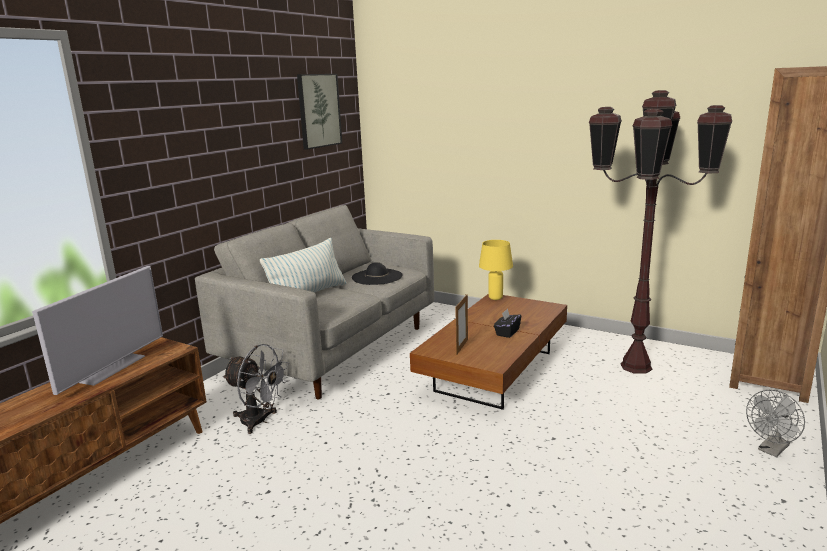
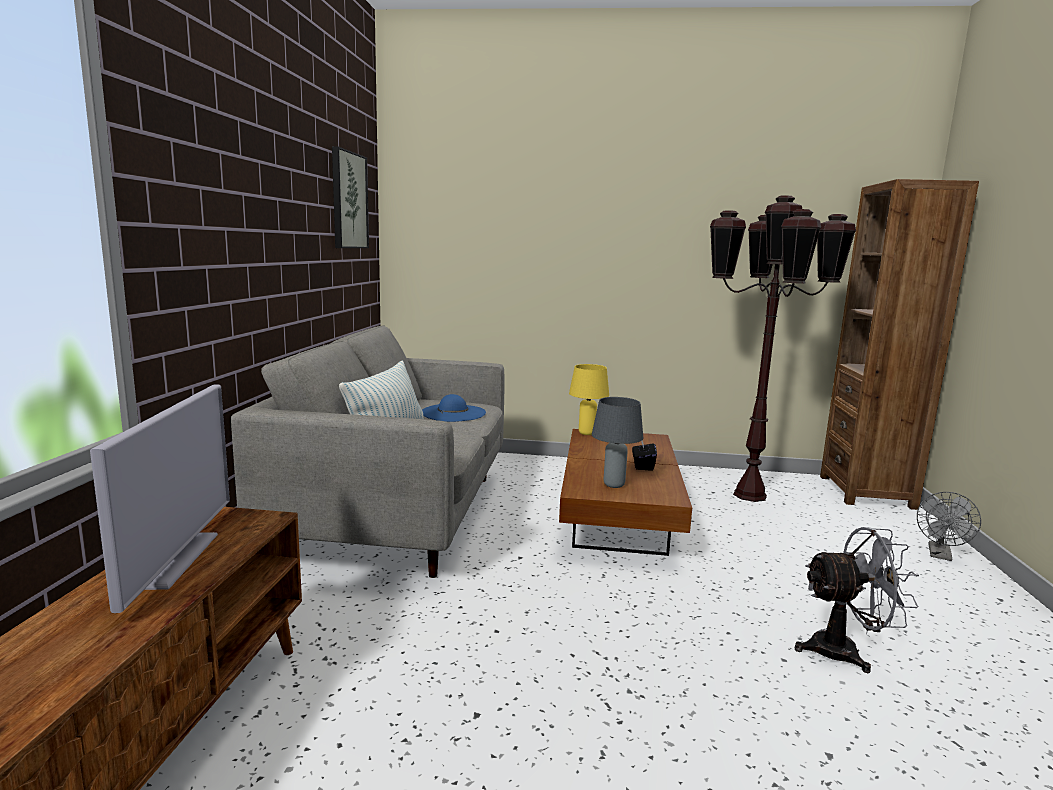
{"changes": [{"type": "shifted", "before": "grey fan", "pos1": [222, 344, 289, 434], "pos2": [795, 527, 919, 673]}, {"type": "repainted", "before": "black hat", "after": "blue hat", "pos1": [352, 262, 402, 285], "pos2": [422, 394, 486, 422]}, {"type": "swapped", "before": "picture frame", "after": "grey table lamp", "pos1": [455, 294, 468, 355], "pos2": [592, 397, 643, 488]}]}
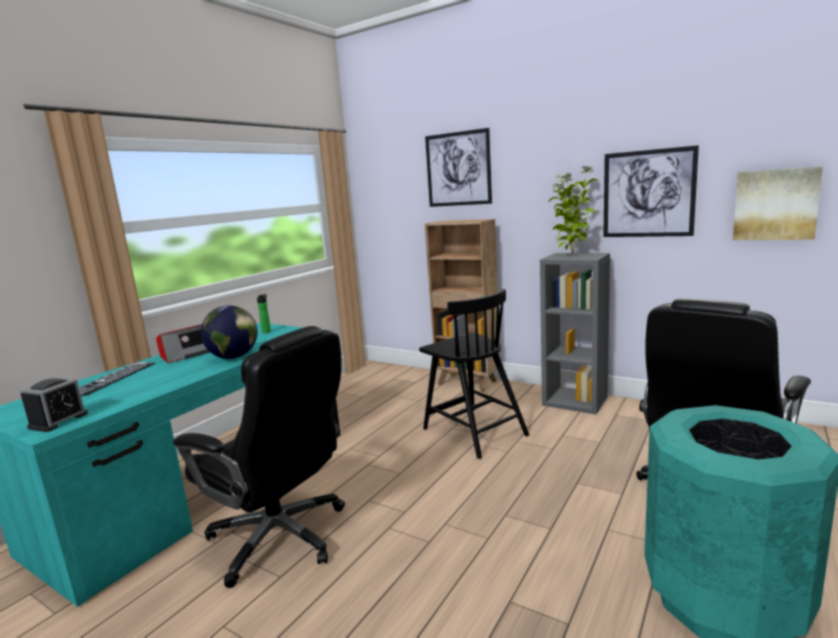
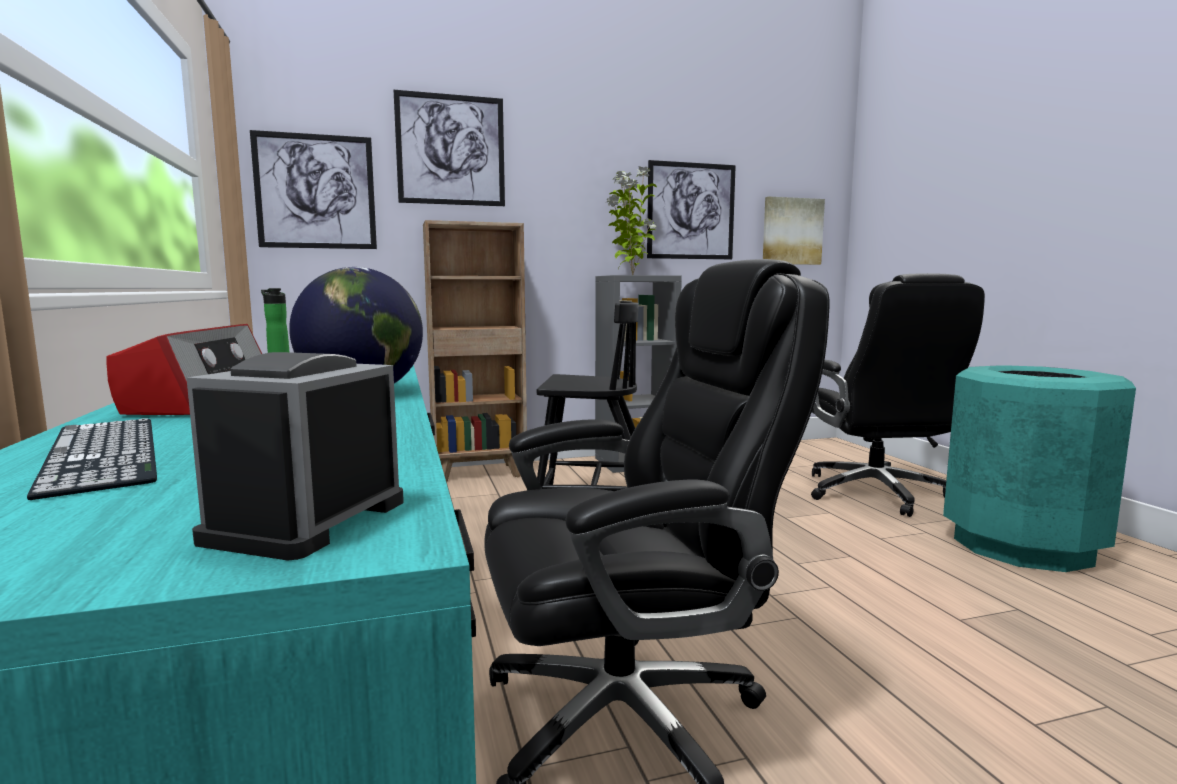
{"changes": [{"type": "rotated", "before": "alarm clock", "pos1": [21, 378, 88, 432], "pos2": [186, 352, 404, 560], "turn": -135}, {"type": "new", "after": "picture", "pos2": [250, 130, 377, 249]}]}
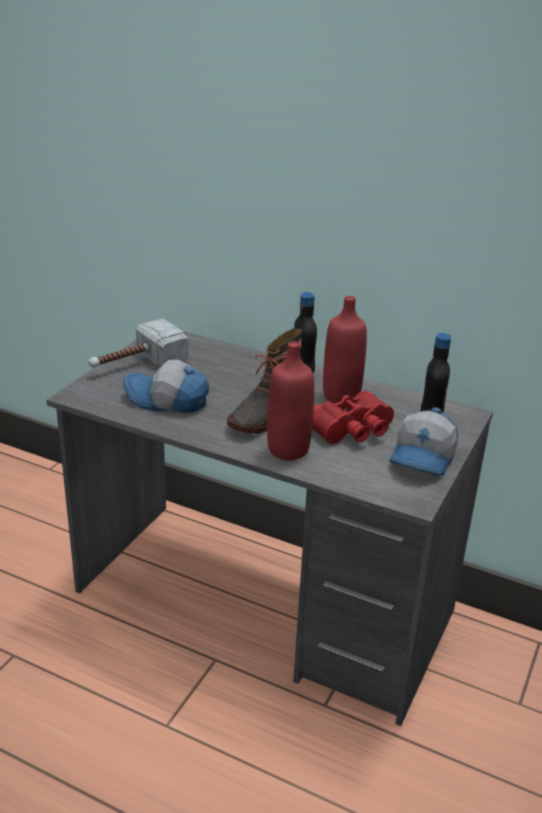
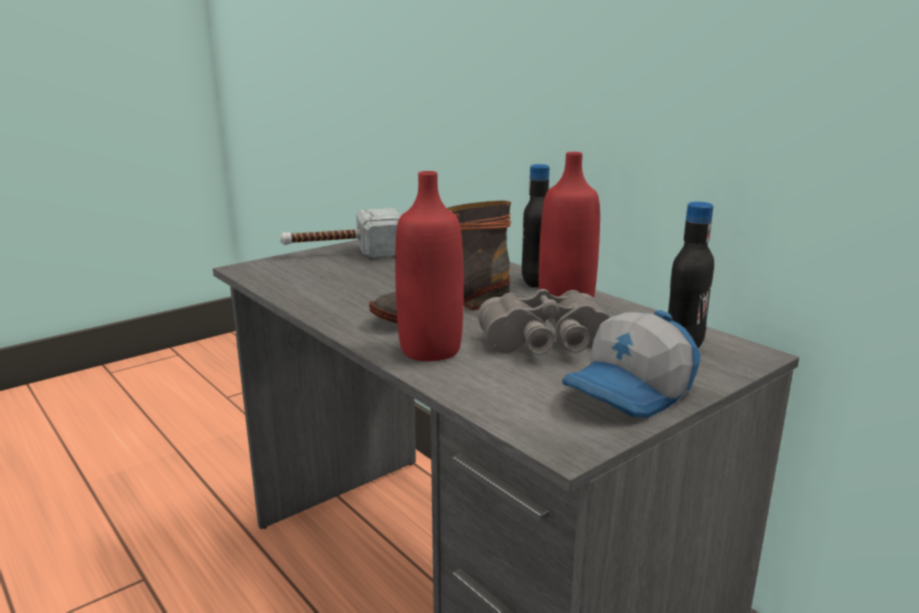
{"changes": [{"type": "gone", "before": "cap", "pos1": [123, 360, 209, 413]}, {"type": "repainted", "before": "red binoculars", "after": "grey binoculars", "pos1": [312, 391, 394, 444], "pos2": [478, 289, 610, 355]}]}
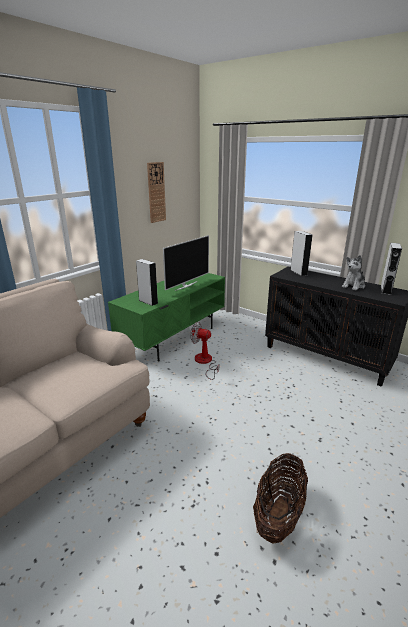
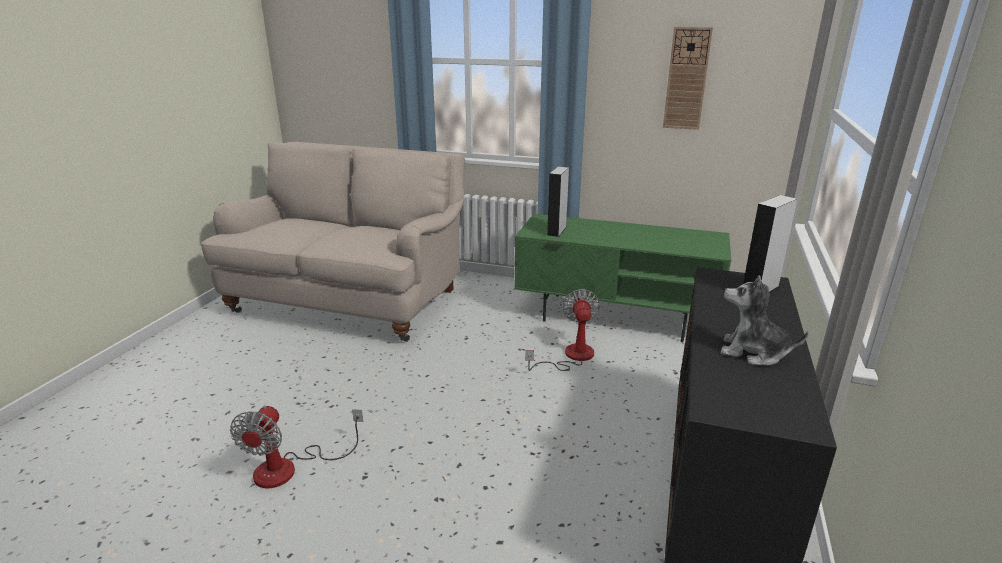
{"changes": [{"type": "gone", "before": "television", "pos1": [163, 235, 209, 291]}, {"type": "swapped", "before": "basket", "after": "fan", "pos1": [253, 453, 308, 544], "pos2": [230, 405, 363, 489]}, {"type": "gone", "before": "grey speaker", "pos1": [381, 243, 402, 295]}]}
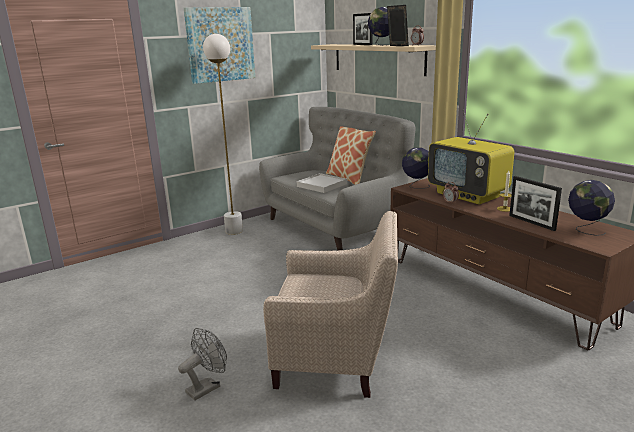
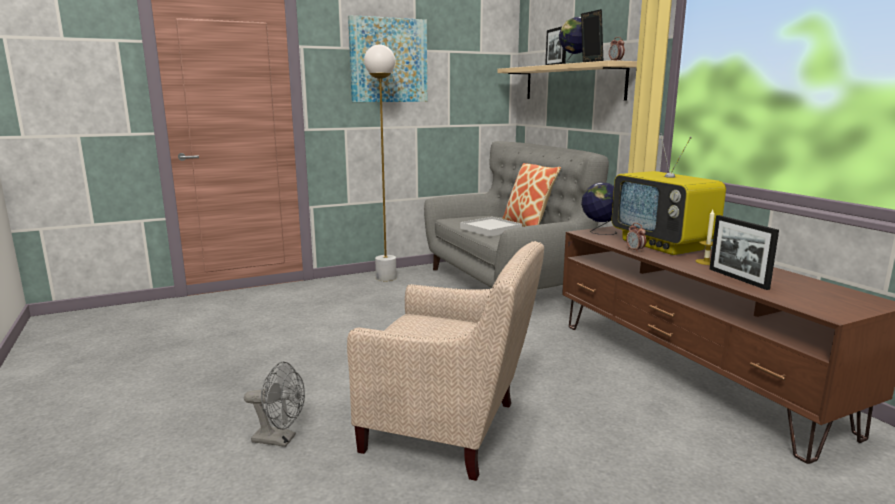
{"changes": [{"type": "rotated", "before": "grey fan", "pos1": [178, 328, 227, 401], "pos2": [244, 362, 305, 447], "turn": 45}, {"type": "gone", "before": "globe", "pos1": [568, 180, 615, 236]}]}
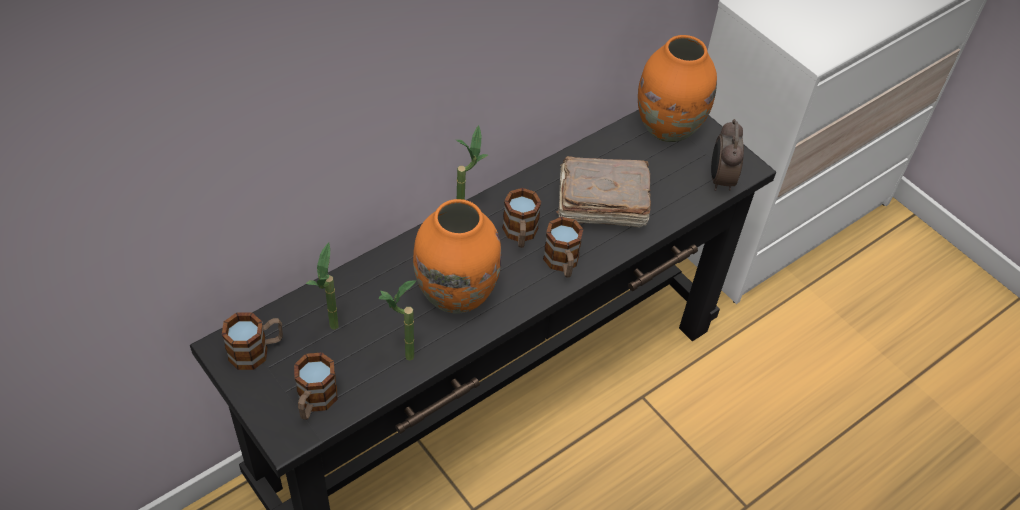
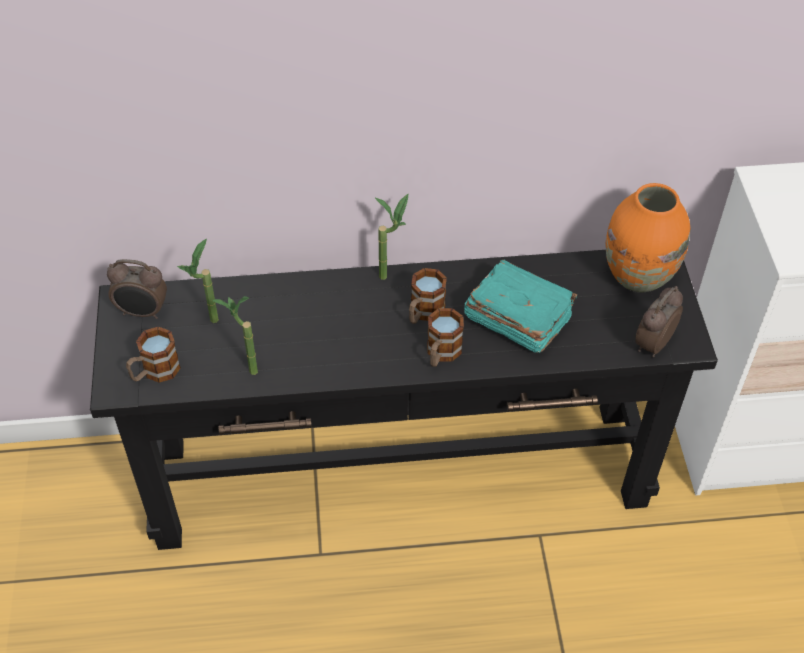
{"changes": [{"type": "swapped", "before": "mug", "after": "alarm clock", "pos1": [222, 312, 283, 370], "pos2": [107, 259, 167, 319]}, {"type": "gone", "before": "orange vase", "pos1": [413, 199, 502, 314]}, {"type": "repainted", "before": "brown book", "after": "turquoise book", "pos1": [556, 156, 651, 227], "pos2": [464, 260, 577, 353]}]}
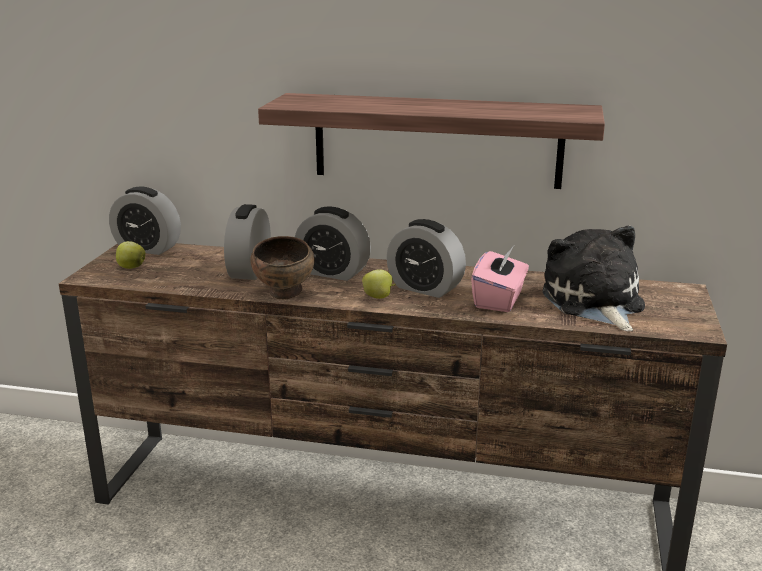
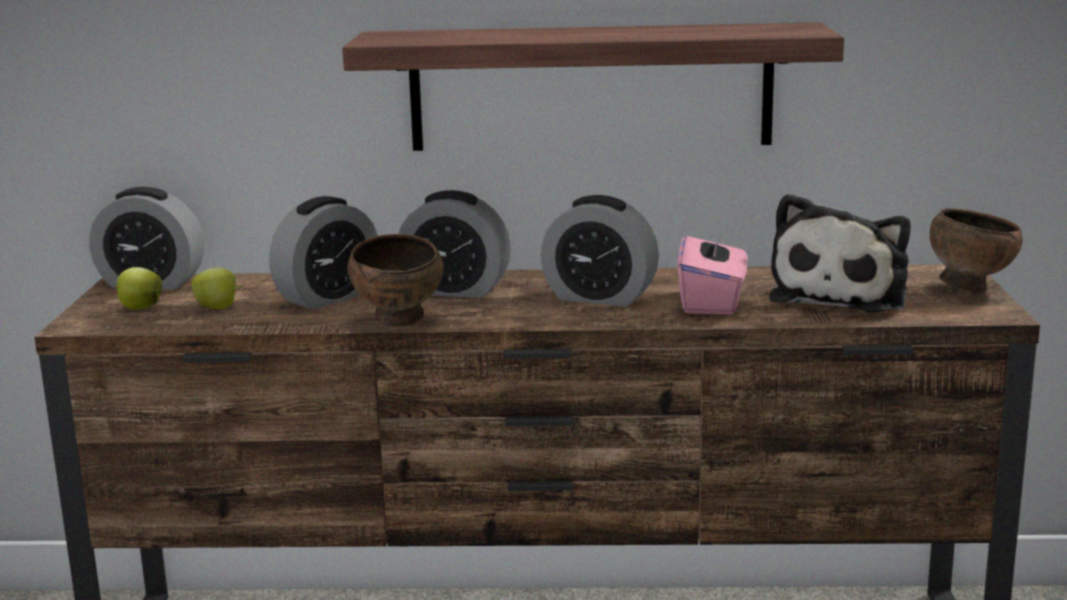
{"changes": [{"type": "rotated", "before": "alarm clock", "pos1": [224, 204, 271, 280], "pos2": [269, 196, 378, 310], "turn": -135}, {"type": "shifted", "before": "apple", "pos1": [362, 269, 396, 299], "pos2": [191, 267, 241, 309]}, {"type": "rotated", "before": "plush toy", "pos1": [542, 225, 645, 331], "pos2": [769, 193, 911, 312], "turn": -135}, {"type": "new", "after": "brown bowl", "pos2": [930, 208, 1023, 293]}]}
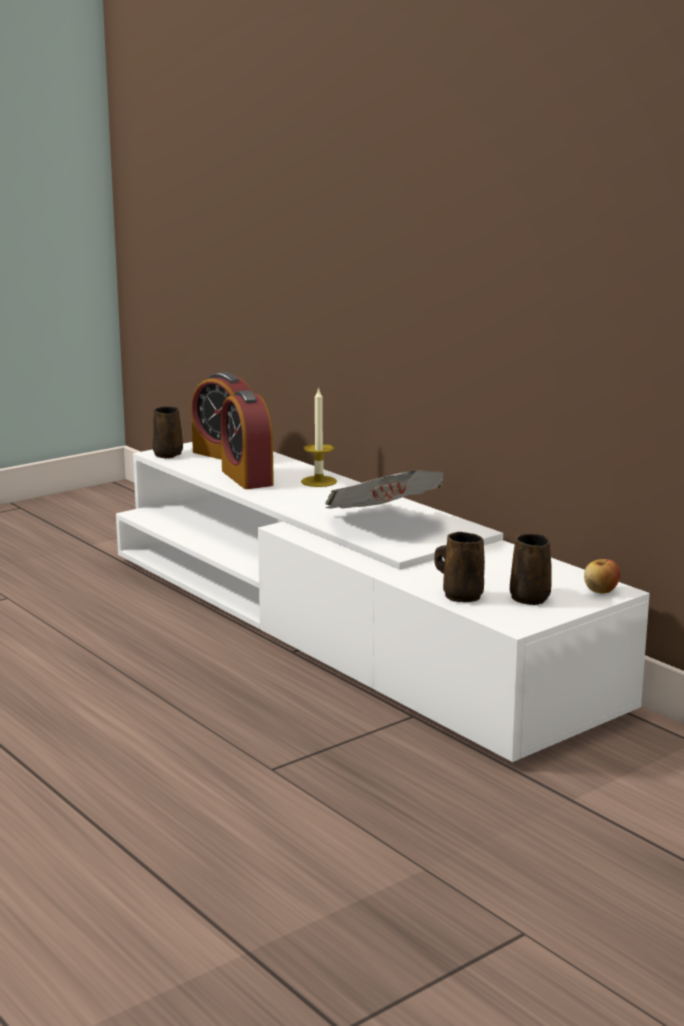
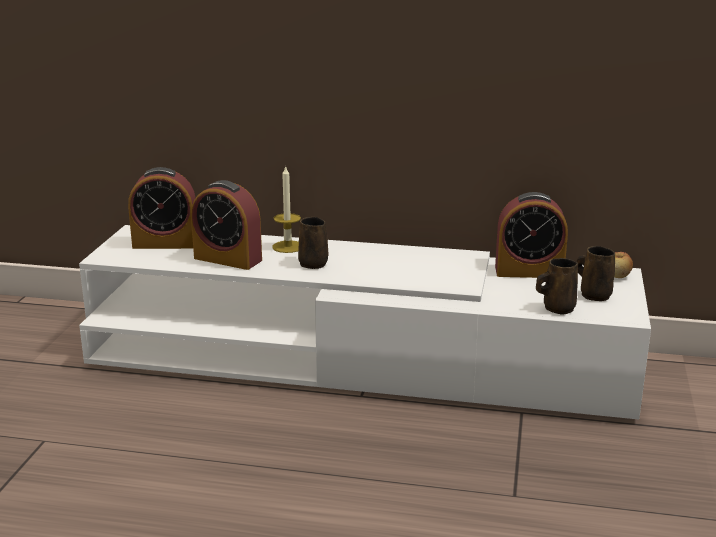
{"changes": [{"type": "shifted", "before": "brown mug", "pos1": [153, 406, 183, 458], "pos2": [298, 217, 328, 269]}, {"type": "gone", "before": "newspaper", "pos1": [325, 470, 444, 509]}, {"type": "new", "after": "alarm clock", "pos2": [495, 192, 568, 278]}]}
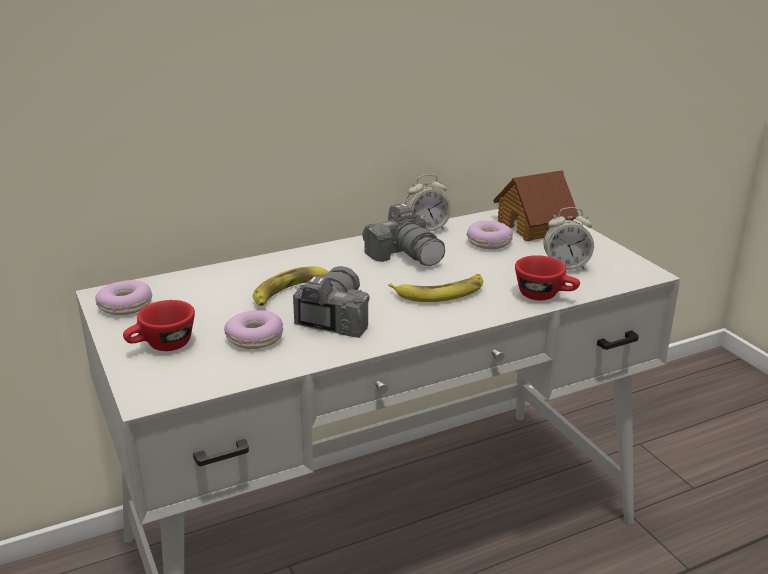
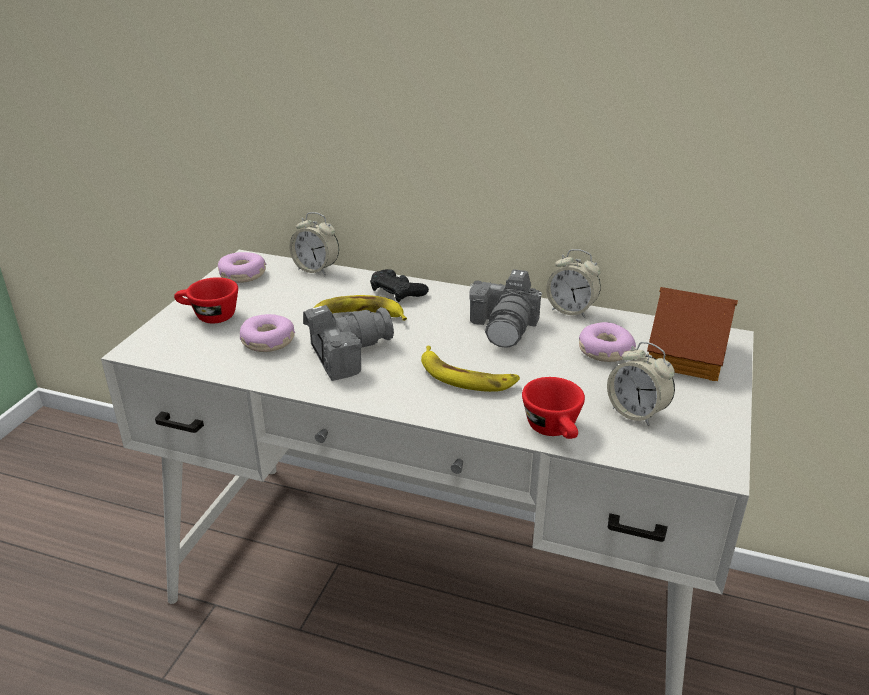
{"changes": [{"type": "new", "after": "alarm clock", "pos2": [290, 212, 339, 275]}, {"type": "new", "after": "black game controller", "pos2": [370, 269, 429, 302]}]}
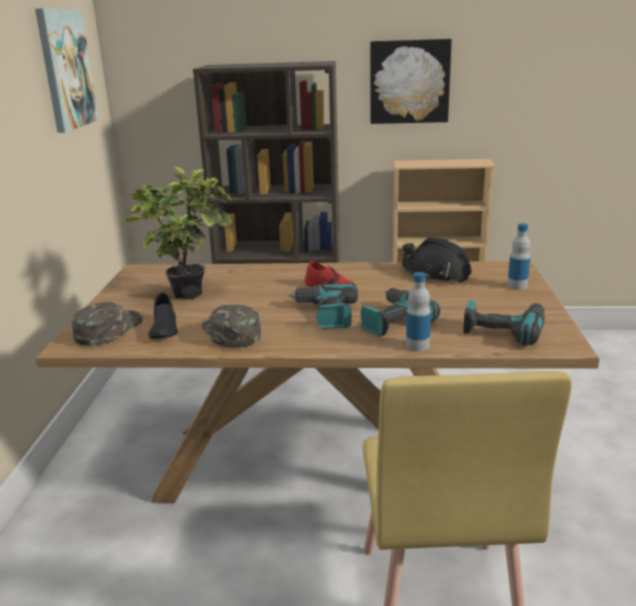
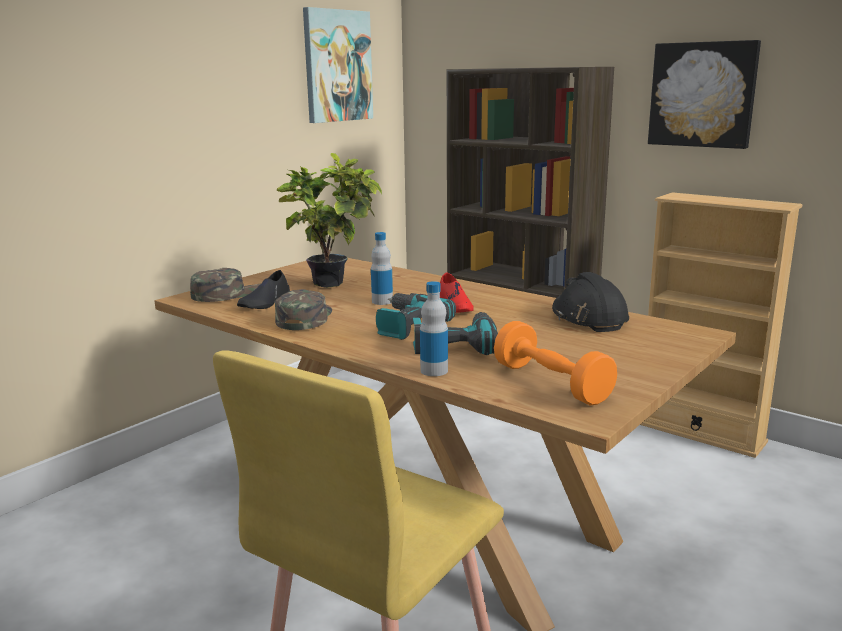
{"changes": [{"type": "swapped", "before": "power drill", "after": "orange dumbbell", "pos1": [463, 300, 545, 346], "pos2": [494, 321, 617, 405]}, {"type": "shifted", "before": "bottle", "pos1": [507, 223, 531, 290], "pos2": [371, 232, 393, 305]}]}
